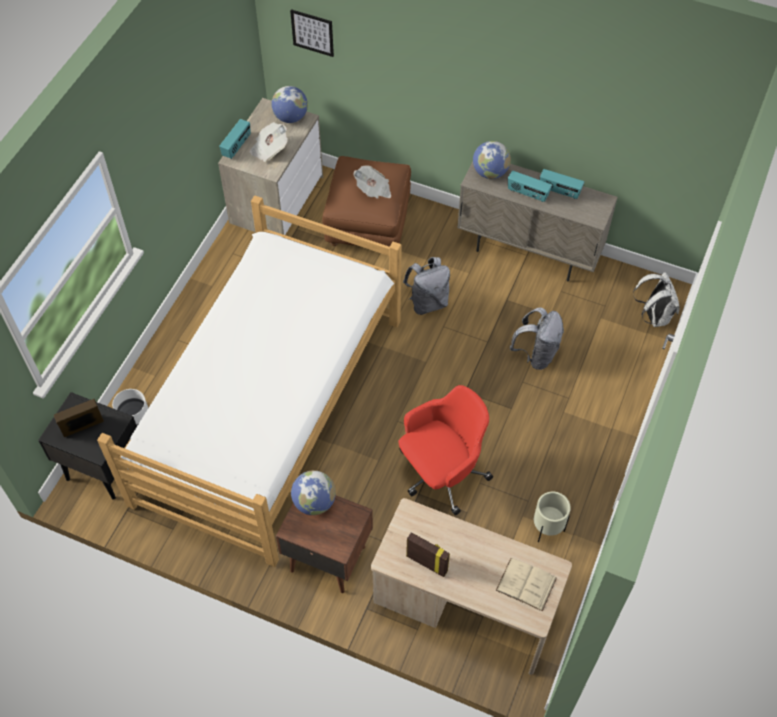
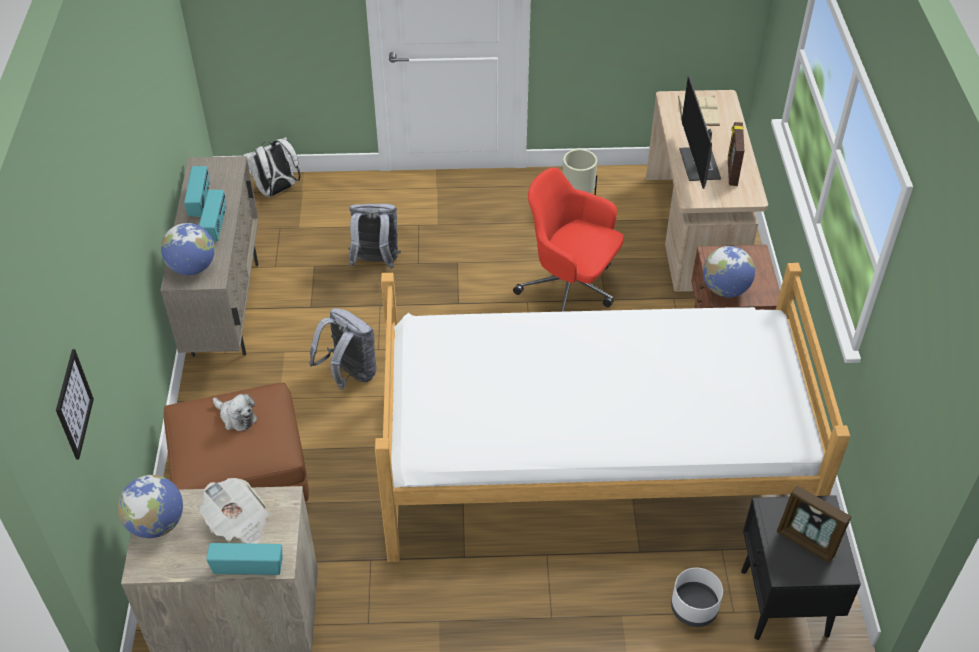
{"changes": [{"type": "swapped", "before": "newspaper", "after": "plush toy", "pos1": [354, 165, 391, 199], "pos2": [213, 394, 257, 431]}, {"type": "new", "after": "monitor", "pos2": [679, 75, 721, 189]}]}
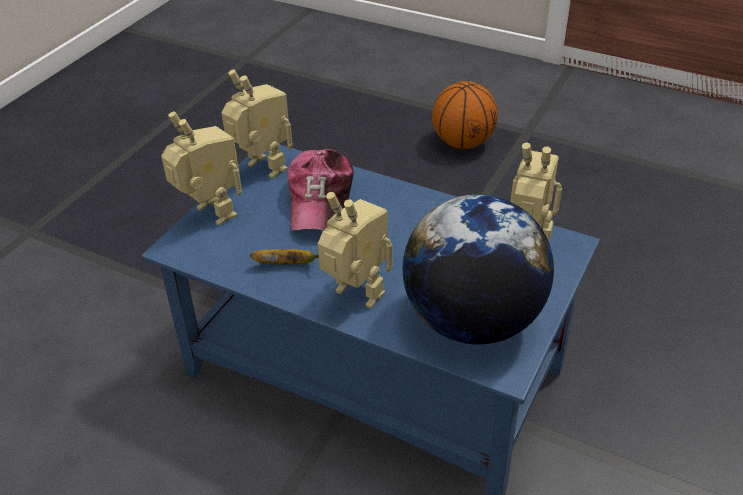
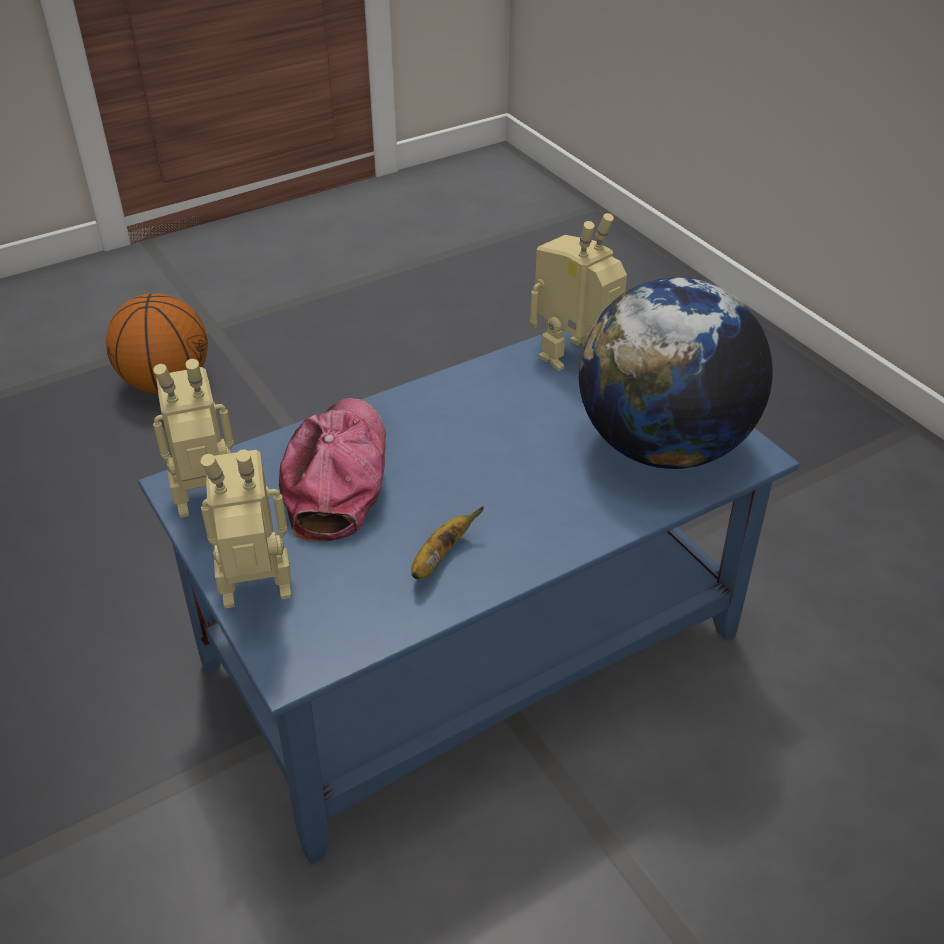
{"changes": [{"type": "rotated", "before": "cap", "pos1": [288, 149, 353, 230], "pos2": [279, 398, 386, 542], "turn": -120}, {"type": "gone", "before": "toy robot", "pos1": [318, 192, 392, 308]}]}
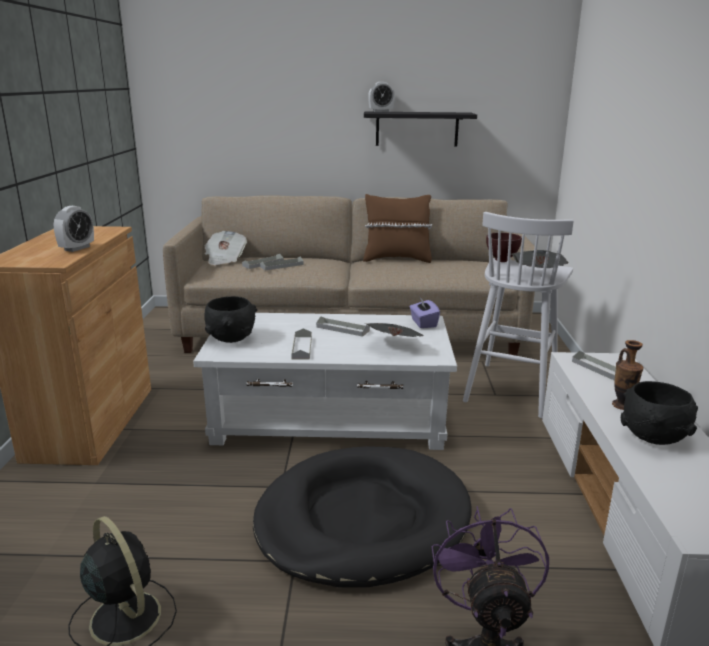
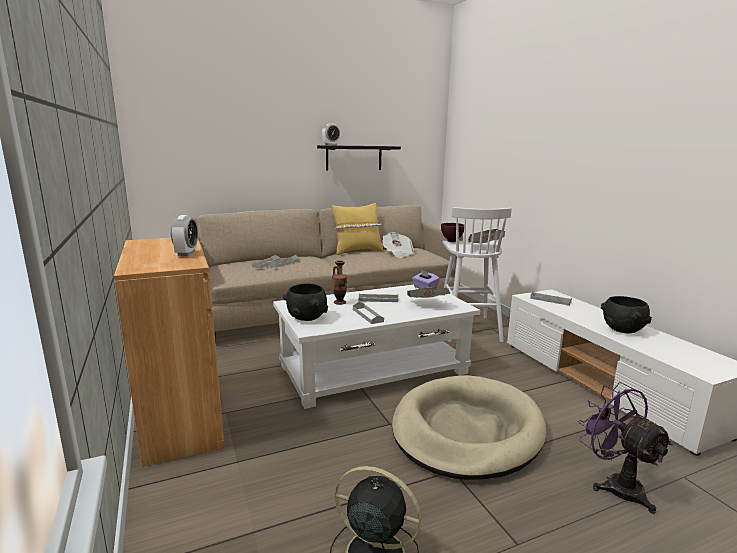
{"changes": [{"type": "shifted", "before": "newspaper", "pos1": [204, 231, 247, 265], "pos2": [382, 232, 414, 258]}, {"type": "repainted", "before": "black dog bed", "after": "beige dog bed", "pos1": [253, 446, 472, 587], "pos2": [392, 375, 547, 480]}, {"type": "repainted", "before": "brown pillow", "after": "yellow pillow", "pos1": [363, 194, 432, 263], "pos2": [331, 203, 383, 255]}, {"type": "shifted", "before": "vase", "pos1": [612, 340, 644, 410], "pos2": [332, 260, 348, 305]}]}
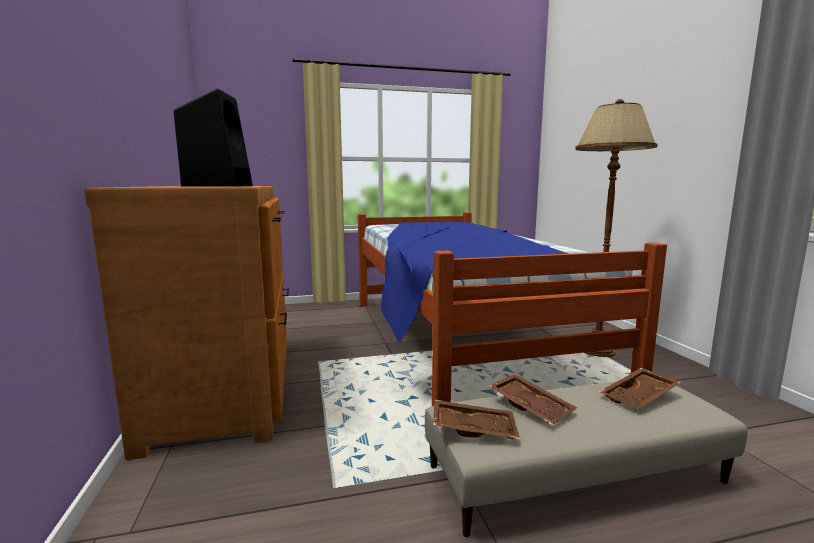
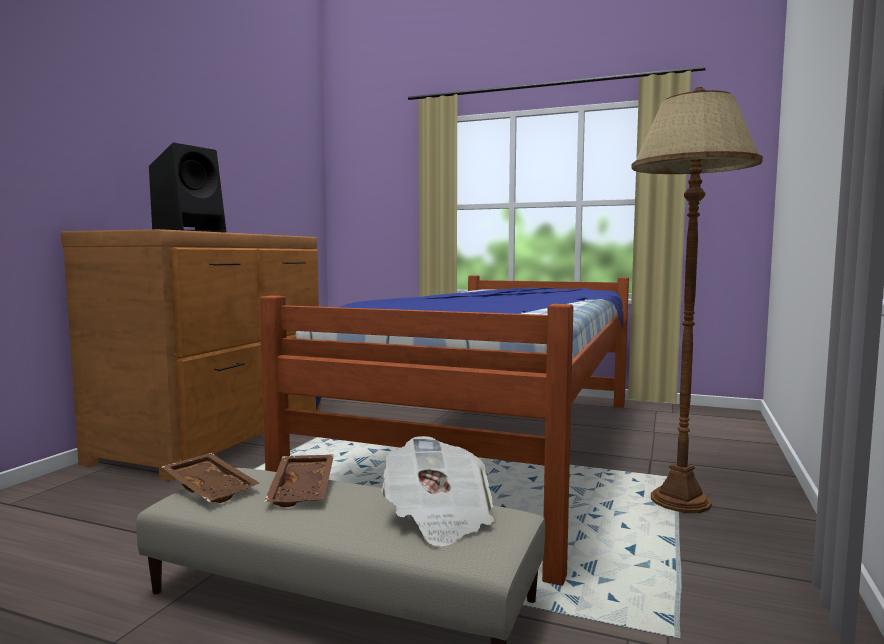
{"changes": [{"type": "swapped", "before": "brown tray", "after": "newspaper", "pos1": [599, 368, 681, 408], "pos2": [382, 436, 494, 547]}]}
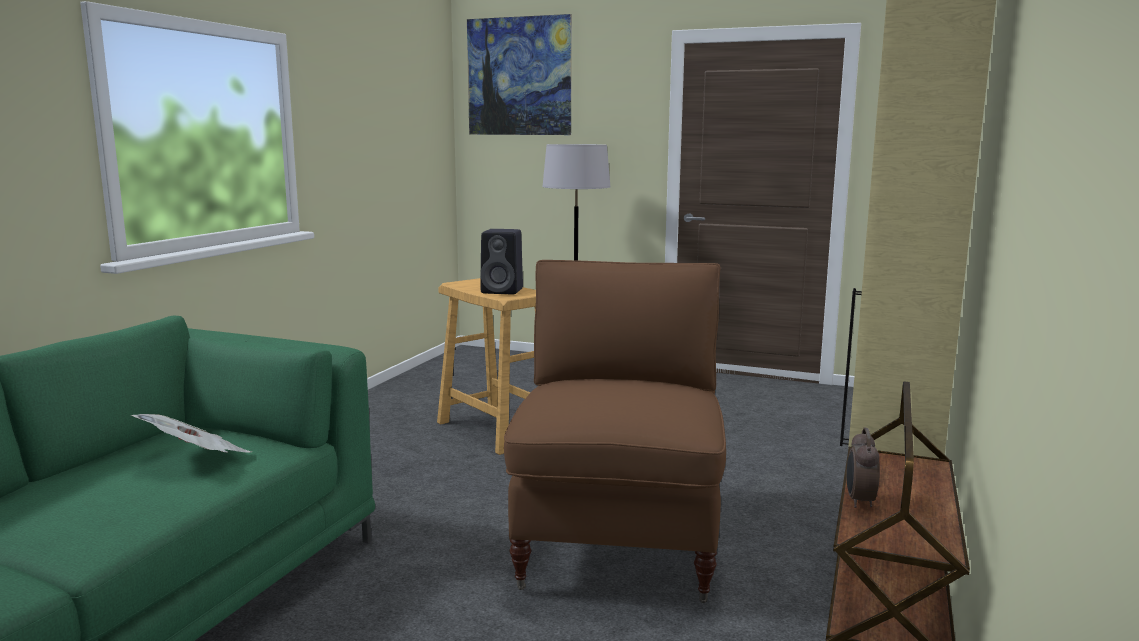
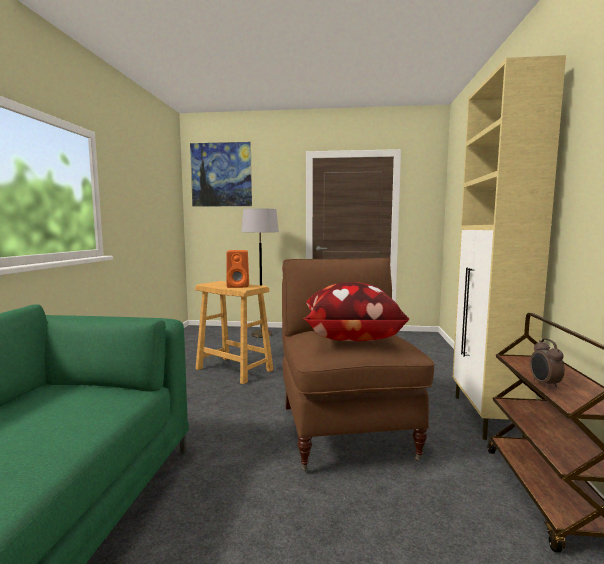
{"changes": [{"type": "gone", "before": "newspaper", "pos1": [131, 414, 252, 452]}, {"type": "repainted", "before": "black speaker", "after": "orange speaker", "pos1": [480, 229, 523, 294], "pos2": [226, 250, 249, 288]}, {"type": "new", "after": "pillow", "pos2": [302, 282, 409, 341]}]}
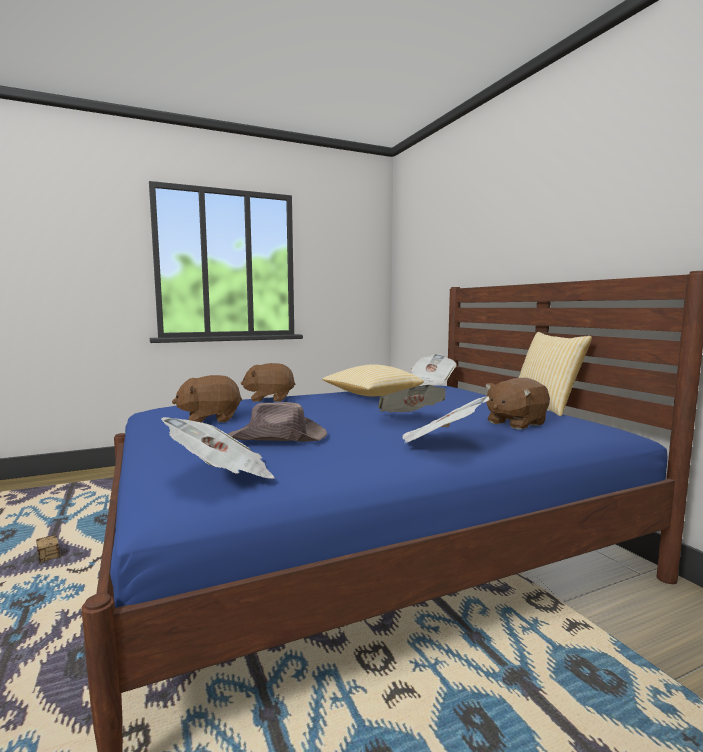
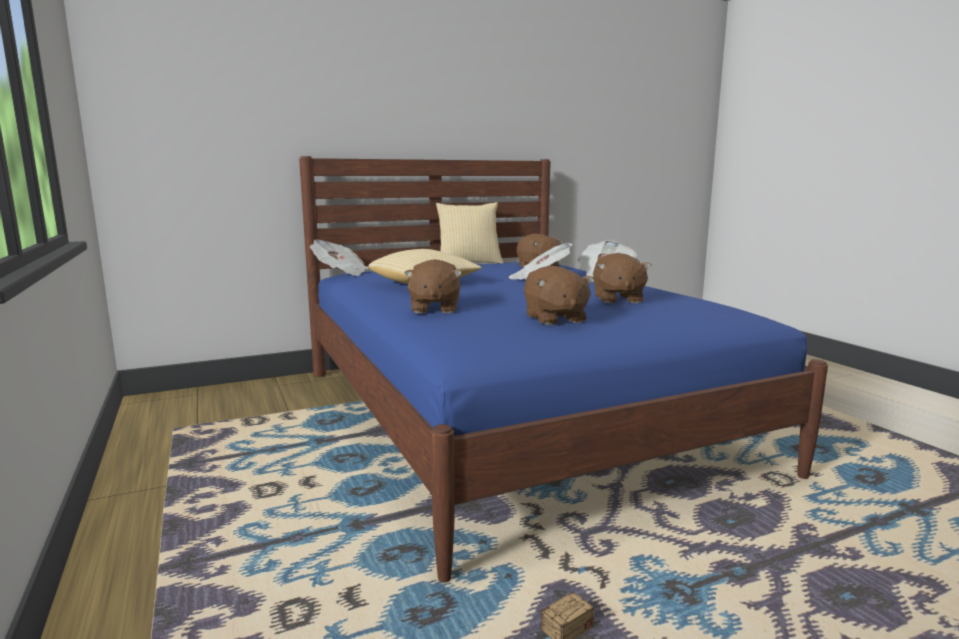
{"changes": [{"type": "gone", "before": "newspaper", "pos1": [161, 417, 274, 479]}, {"type": "swapped", "before": "brown hat", "after": "brown plush toy", "pos1": [228, 402, 327, 442], "pos2": [593, 253, 652, 303]}]}
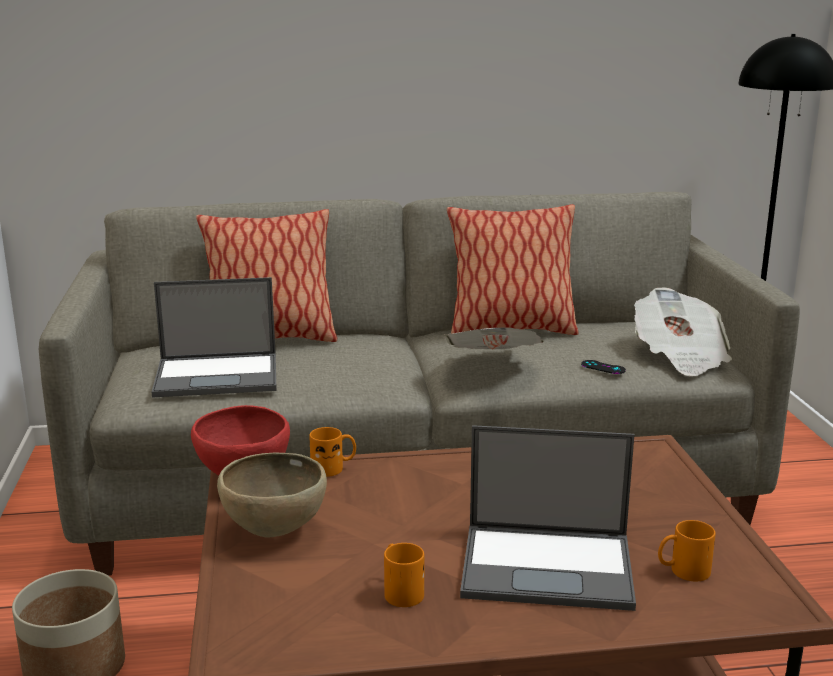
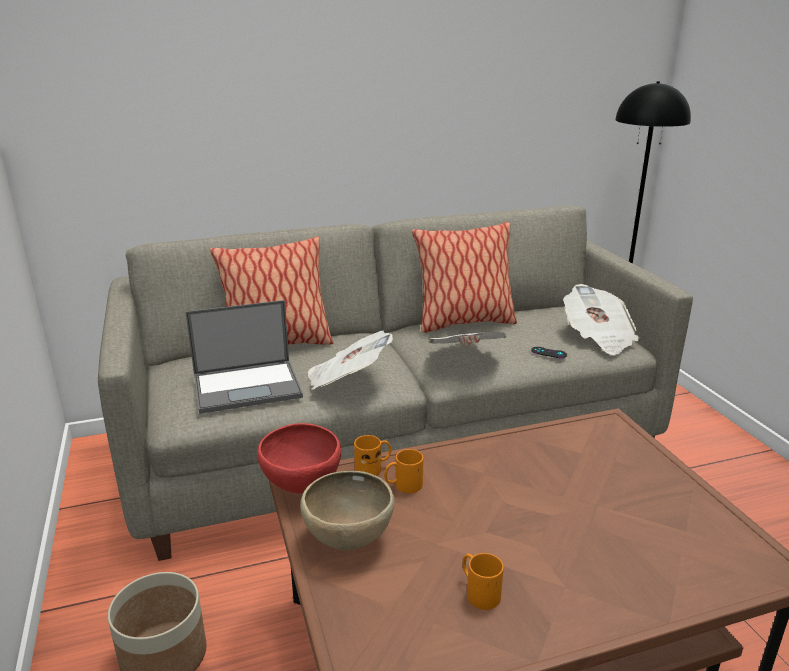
{"changes": [{"type": "gone", "before": "laptop", "pos1": [460, 425, 636, 611]}, {"type": "shifted", "before": "orange mug", "pos1": [658, 520, 715, 581], "pos2": [384, 449, 423, 493]}, {"type": "new", "after": "newspaper", "pos2": [308, 330, 393, 390]}]}
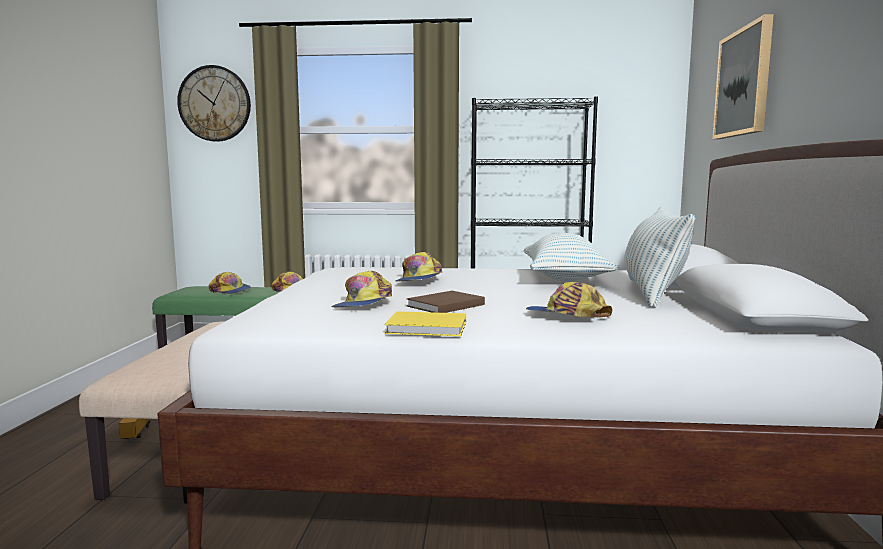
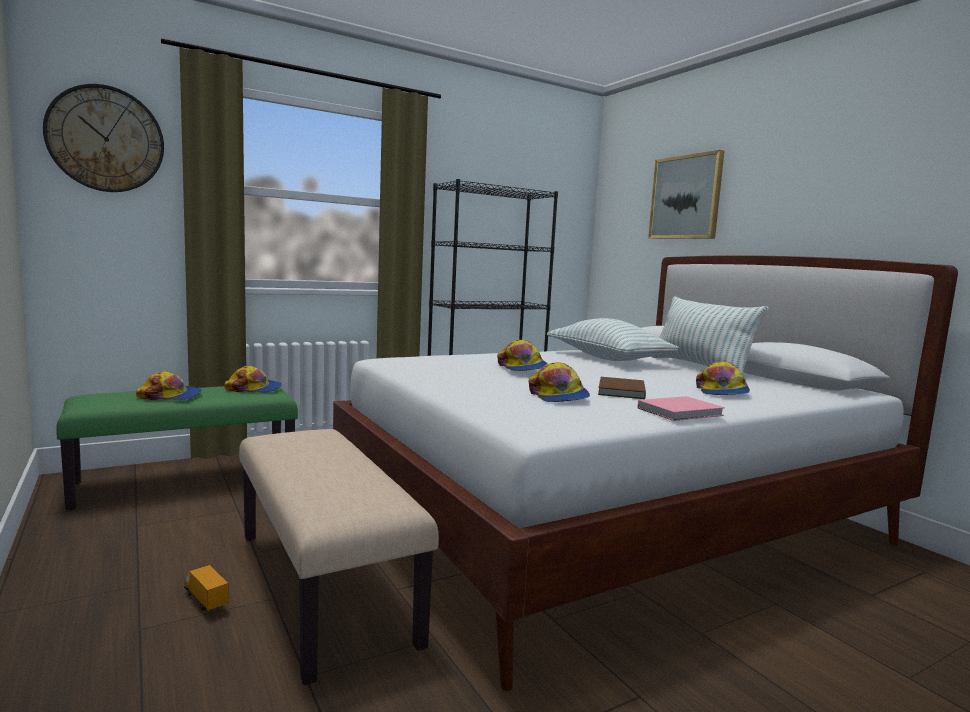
{"changes": [{"type": "repainted", "before": "yellow book", "after": "pink book", "pos1": [385, 311, 466, 336], "pos2": [638, 396, 725, 421]}, {"type": "rotated", "before": "cap", "pos1": [526, 282, 612, 317], "pos2": [696, 361, 750, 395], "turn": -75}]}
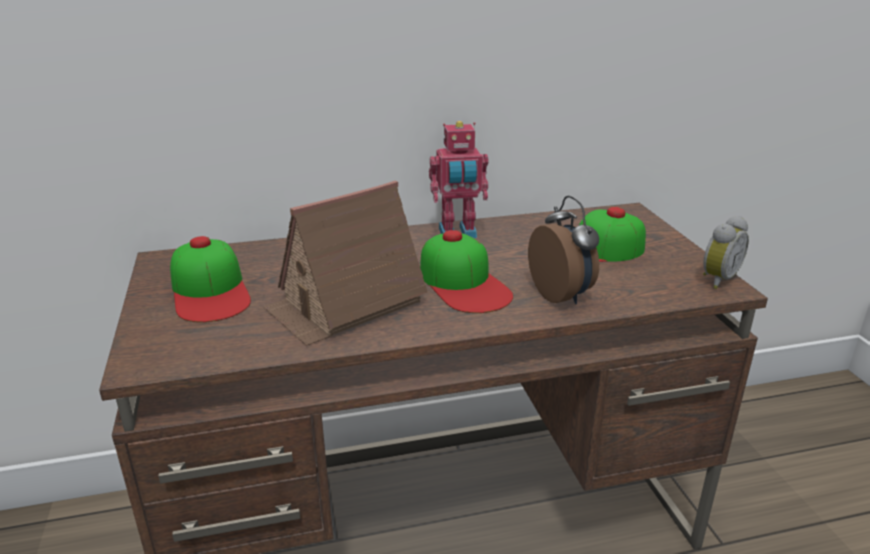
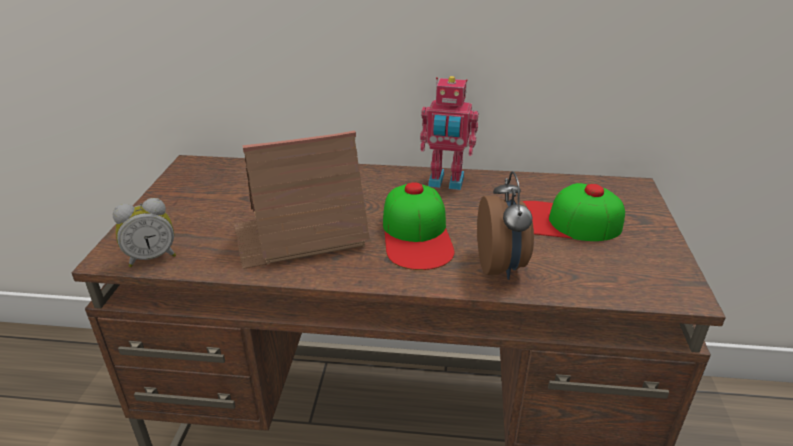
{"changes": [{"type": "gone", "before": "cap", "pos1": [170, 236, 251, 322]}, {"type": "shifted", "before": "alarm clock", "pos1": [703, 216, 749, 289], "pos2": [113, 198, 176, 267]}]}
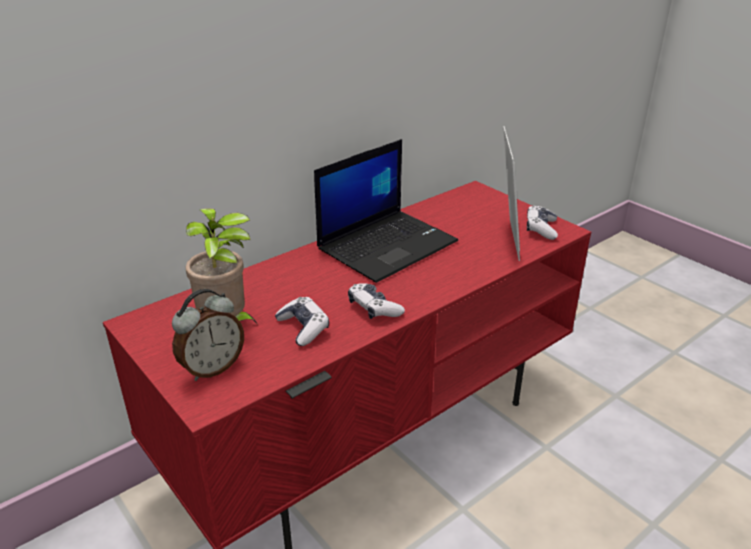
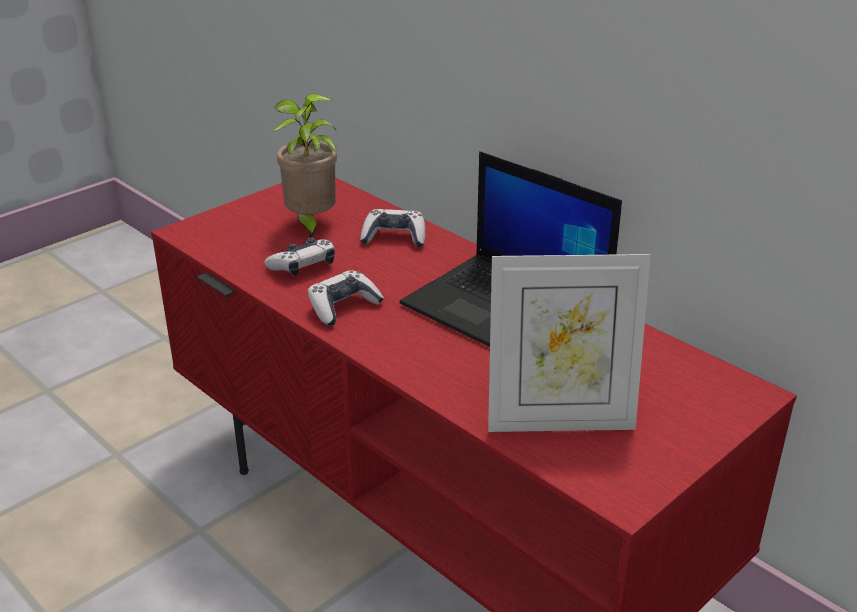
{"changes": [{"type": "gone", "before": "alarm clock", "pos1": [172, 289, 244, 381]}, {"type": "shifted", "before": "game controller", "pos1": [527, 205, 558, 240], "pos2": [360, 209, 426, 247]}]}
